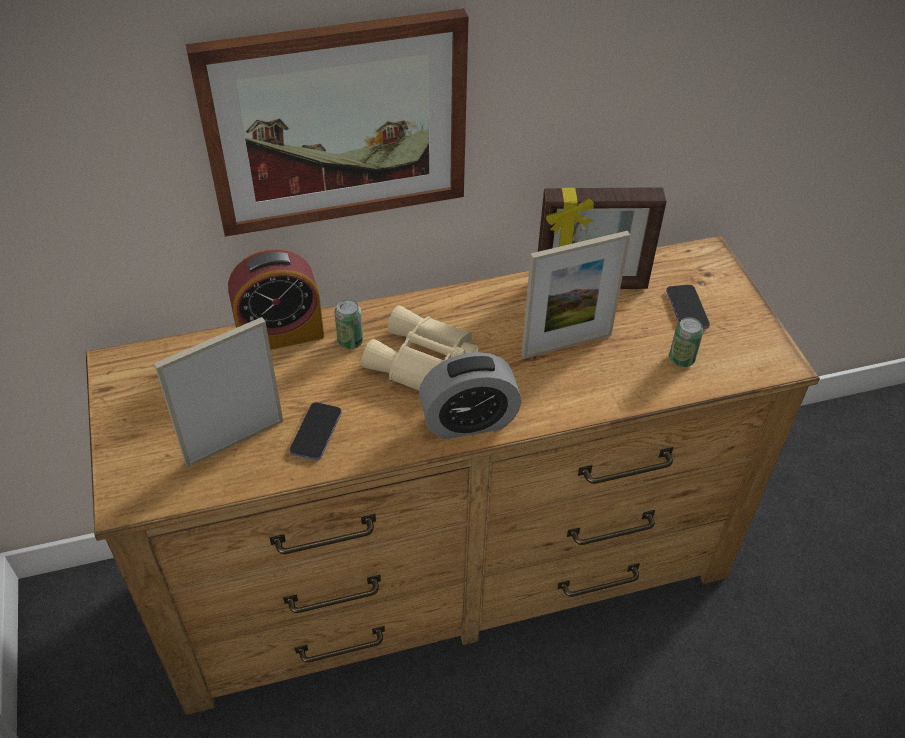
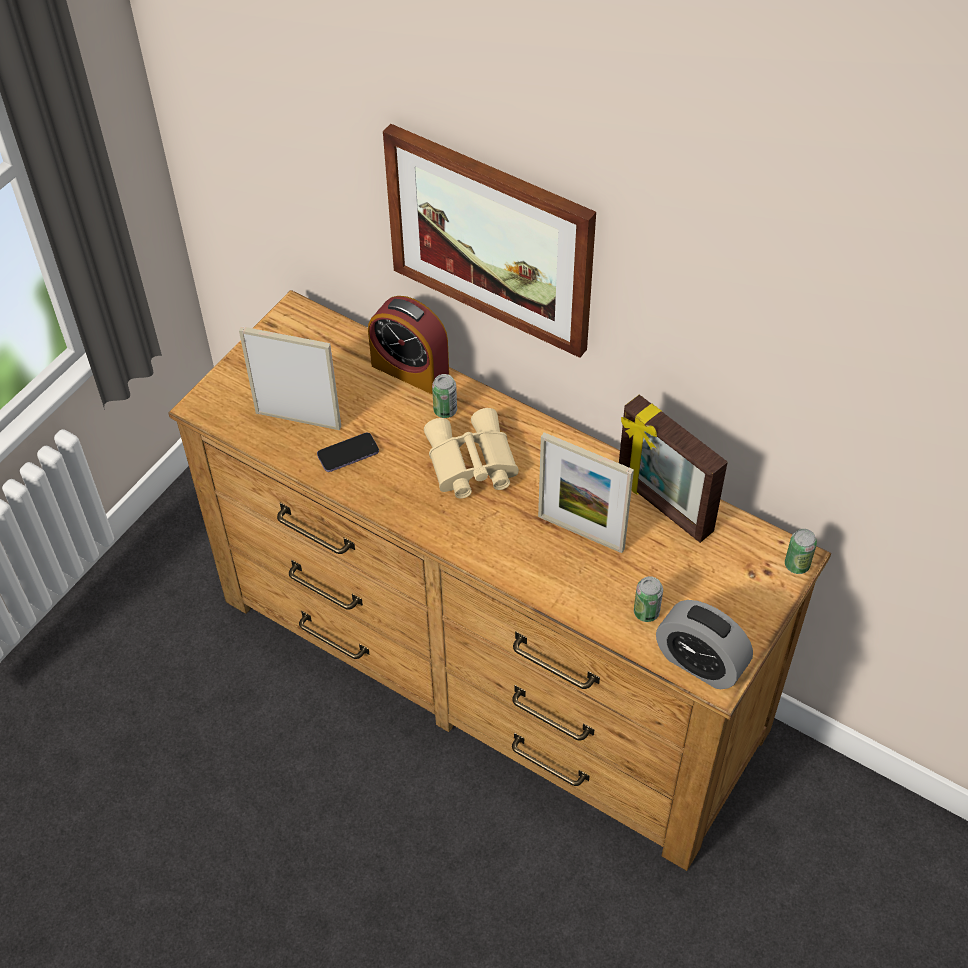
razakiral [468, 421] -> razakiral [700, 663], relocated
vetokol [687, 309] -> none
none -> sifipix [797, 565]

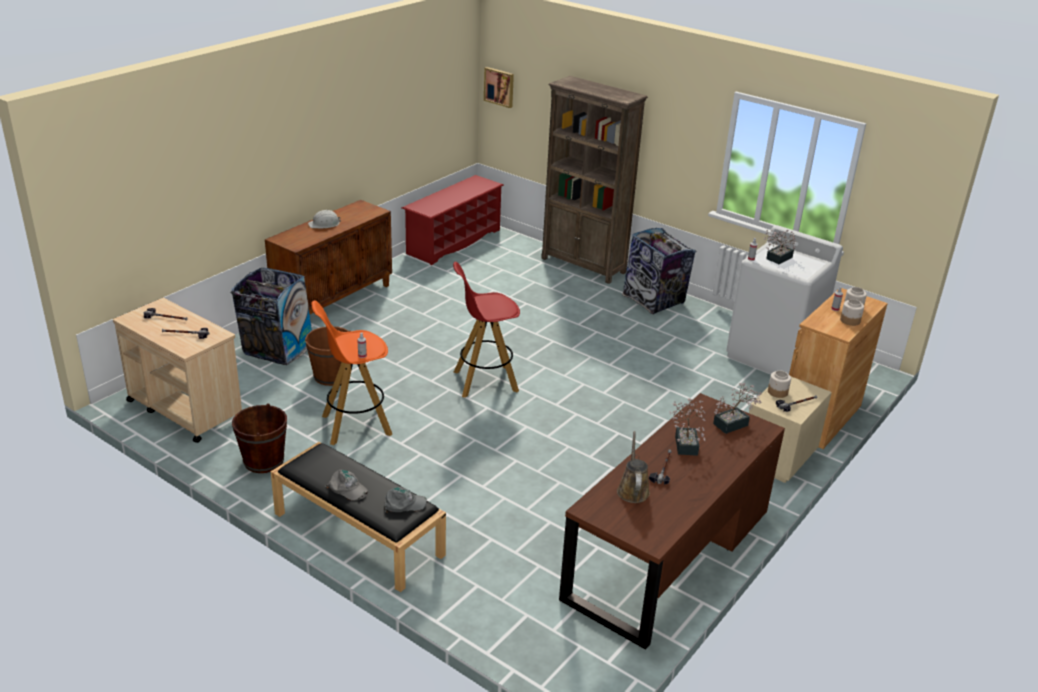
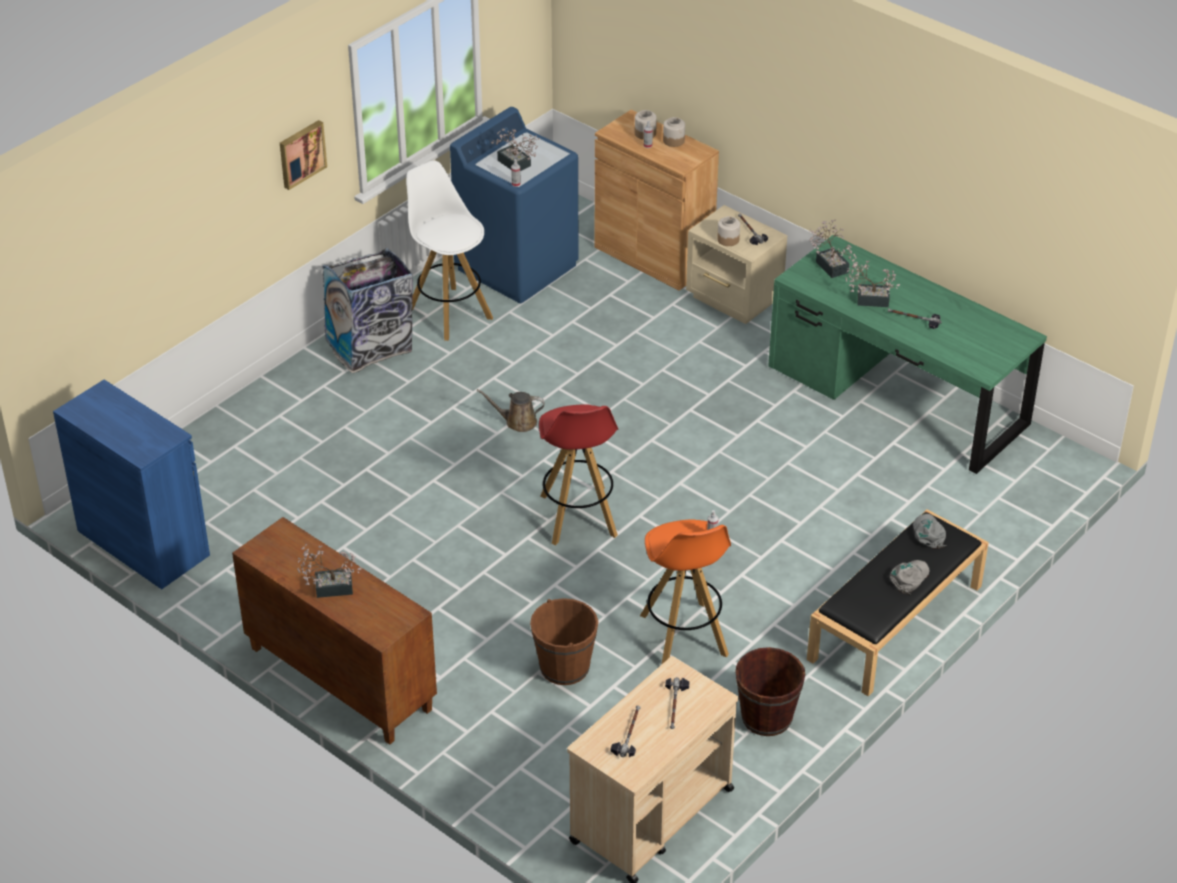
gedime [276, 349] -> none
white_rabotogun [324, 224] -> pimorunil [329, 587]
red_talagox [453, 242] -> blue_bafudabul [143, 543]
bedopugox [499, 87] -> bedopugox [301, 153], relocated
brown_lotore [583, 265] -> none
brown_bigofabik [668, 554] -> green_bigofabik [897, 396]
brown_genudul [632, 490] -> brown_genudul [517, 422], relocated
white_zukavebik [773, 354] -> blue_zukavebik [517, 266]
none -> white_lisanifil [449, 312]

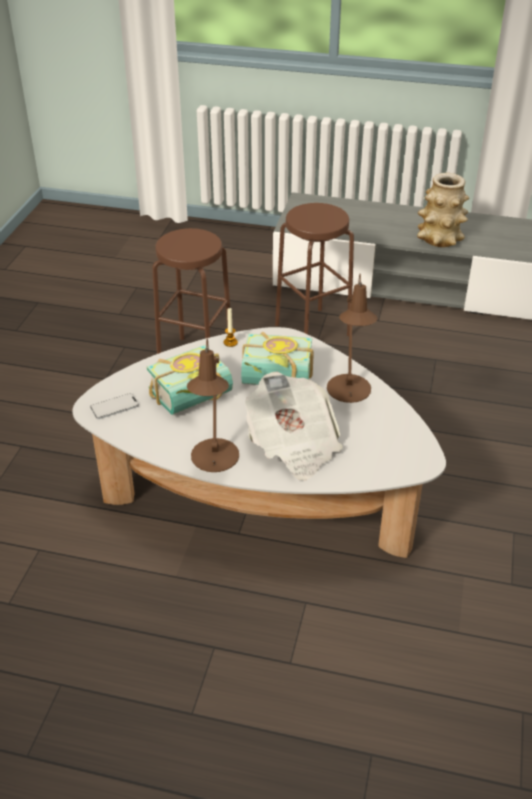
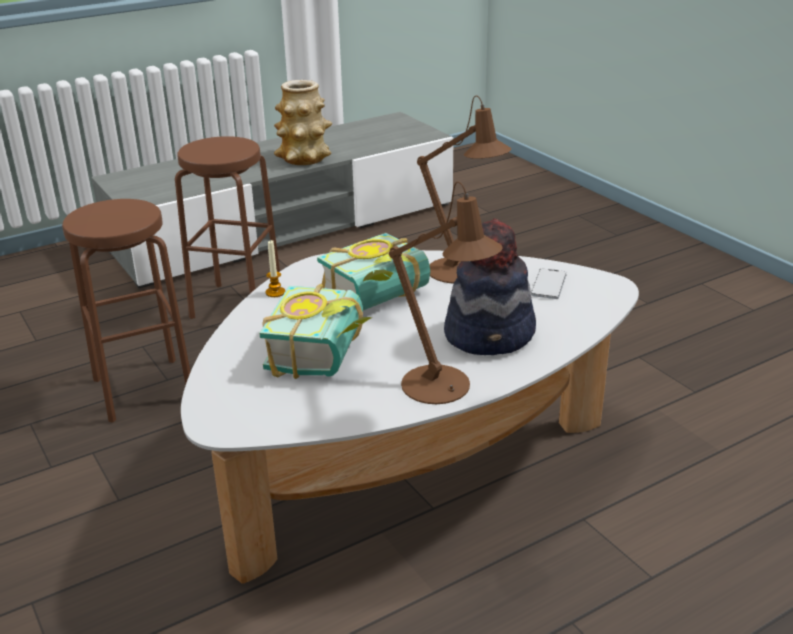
vetokol [114, 407] -> vetokol [548, 285], relocated
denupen [293, 445] -> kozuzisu [491, 334]

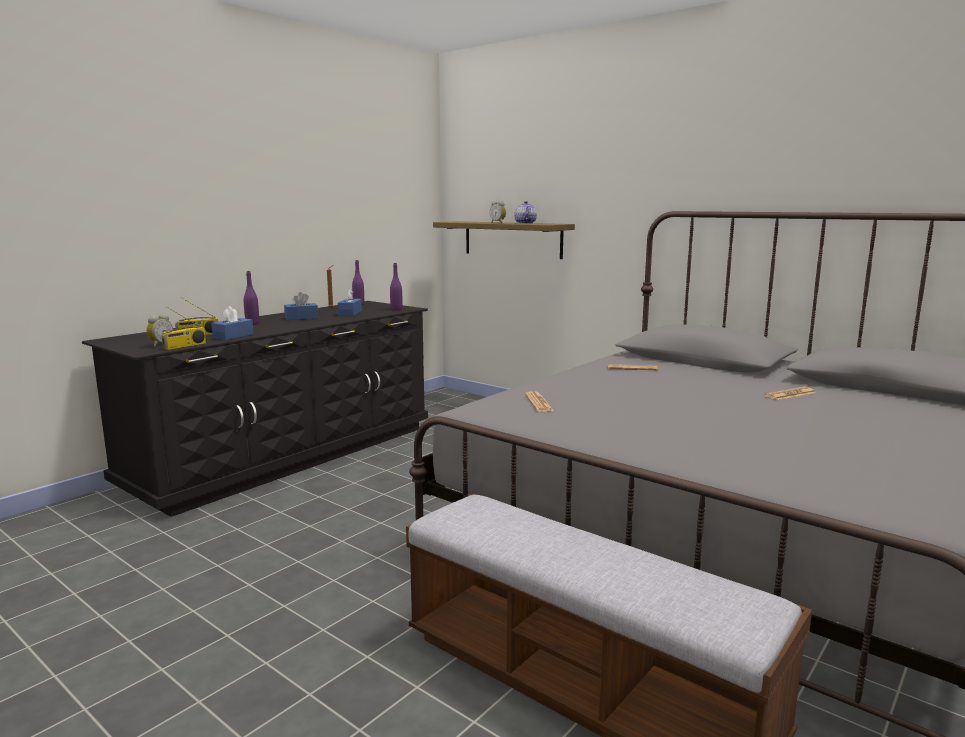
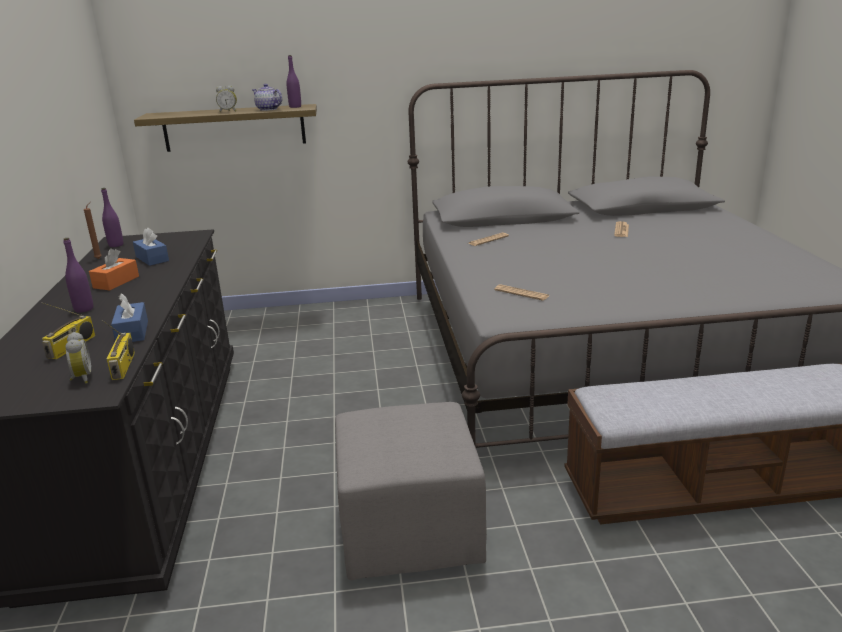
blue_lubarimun [301, 318] -> orange_lubarimun [116, 282]
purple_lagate [396, 309] -> purple_lagate [295, 107], relocated
none -> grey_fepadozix [408, 531]

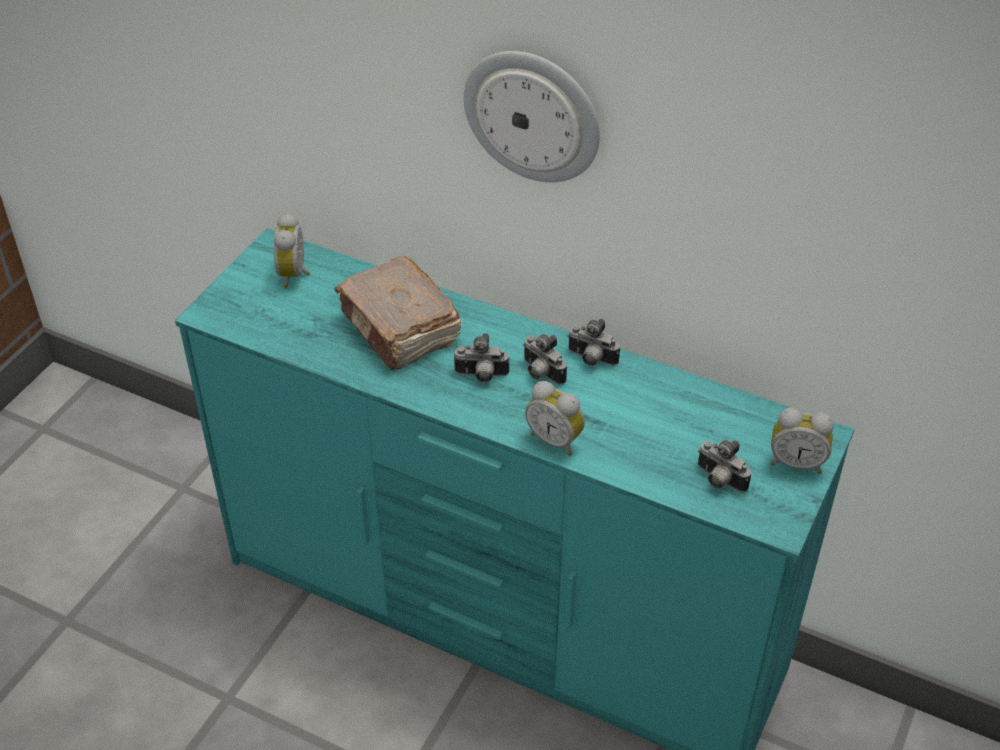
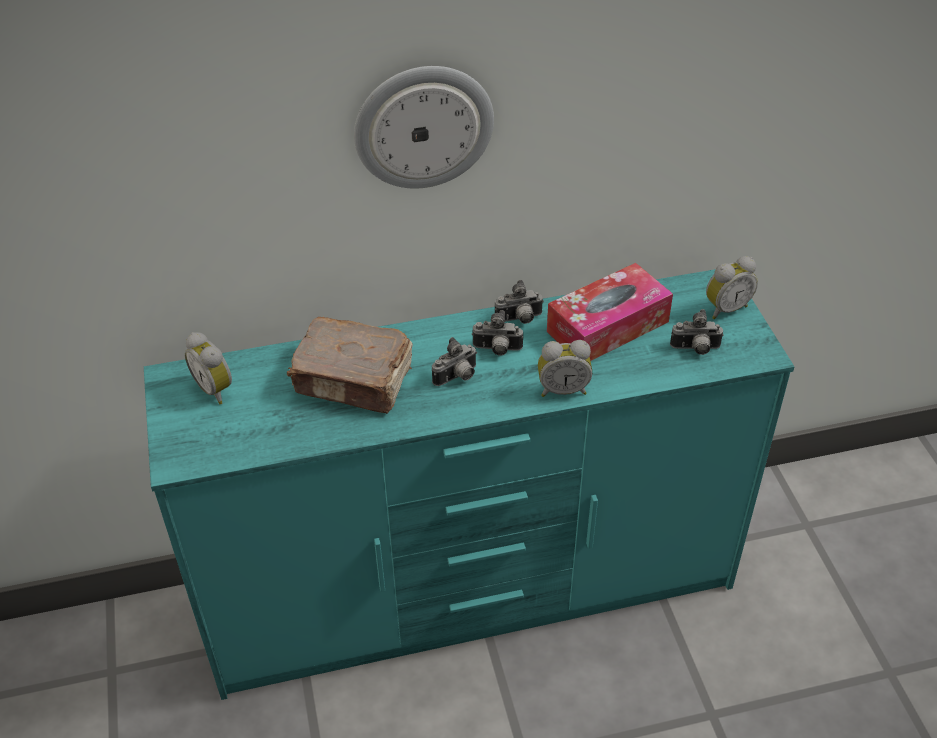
none -> lubarimun [607, 326]

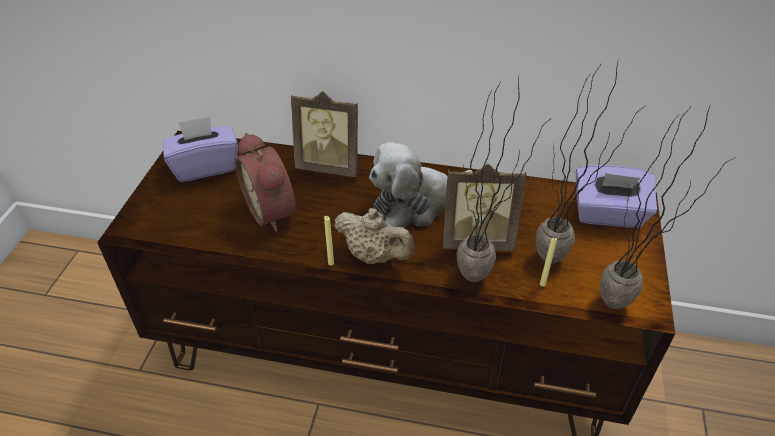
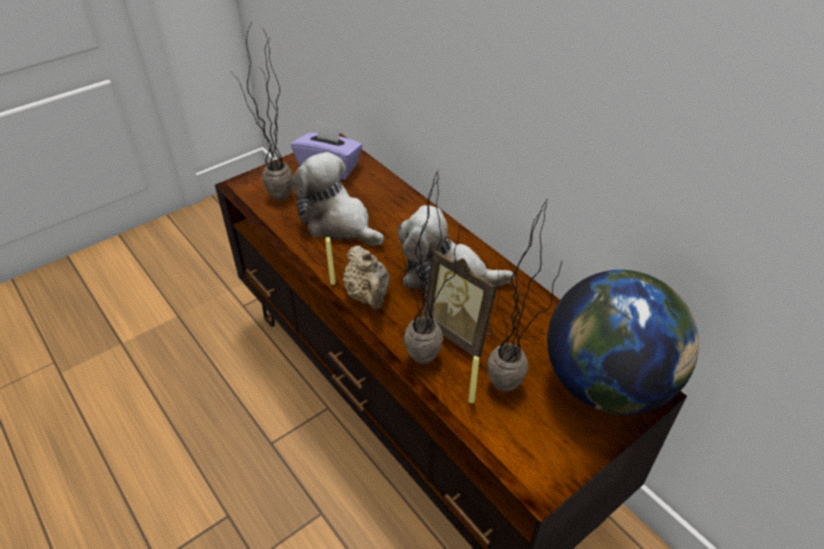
razakiral [274, 210] -> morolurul [338, 223]
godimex [330, 166] -> none
purple_lubarimun [608, 214] -> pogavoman [607, 384]
pimorunil [622, 311] -> pimorunil [278, 202], relocated

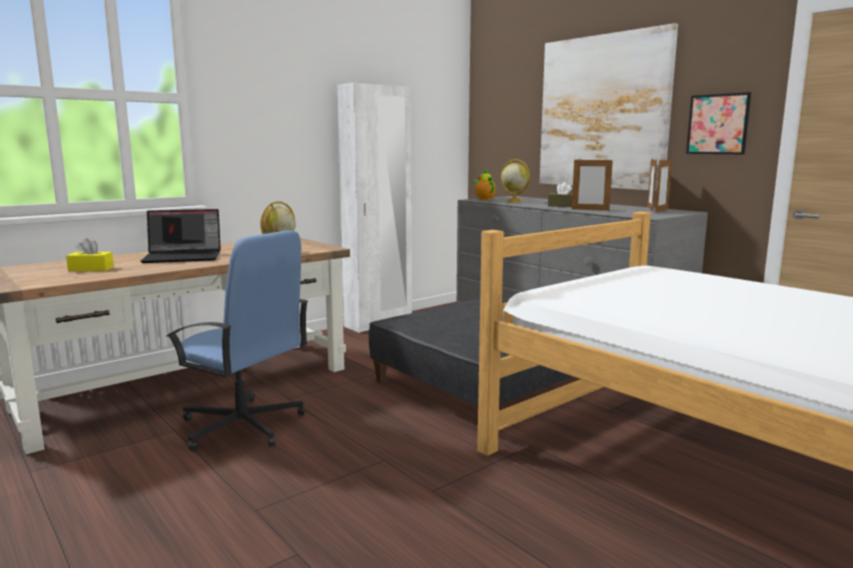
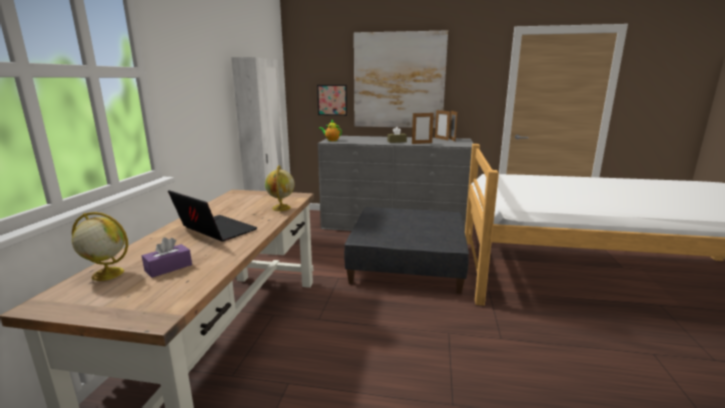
yellow_lubarimun [91, 269] -> purple_lubarimun [168, 268]
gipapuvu [184, 257] -> gipapuvu [214, 230], 90 degrees counterclockwise
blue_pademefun [243, 426] -> none
pogavoman [514, 201] -> pogavoman [107, 274], relocated
bedopugox [717, 124] -> bedopugox [332, 100], relocated

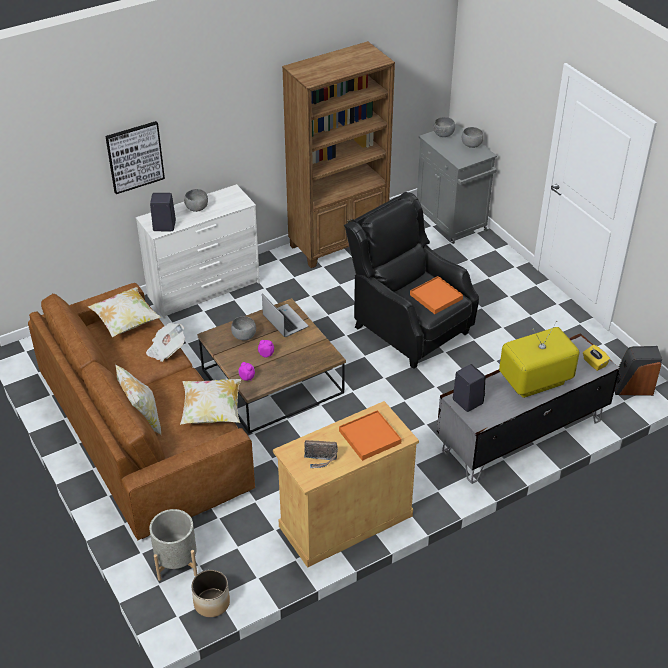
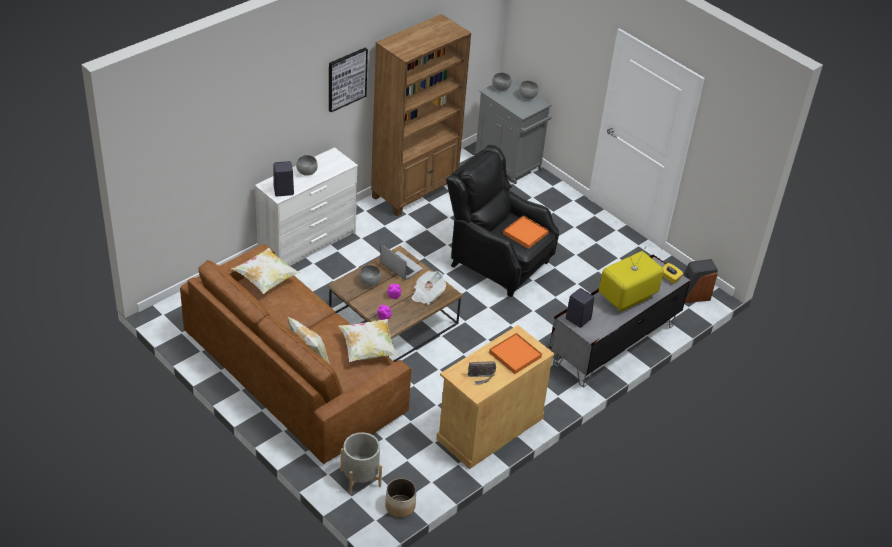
bedopugox [135, 157] -> bedopugox [346, 79], relocated
denupen [166, 350] -> denupen [427, 294], relocated

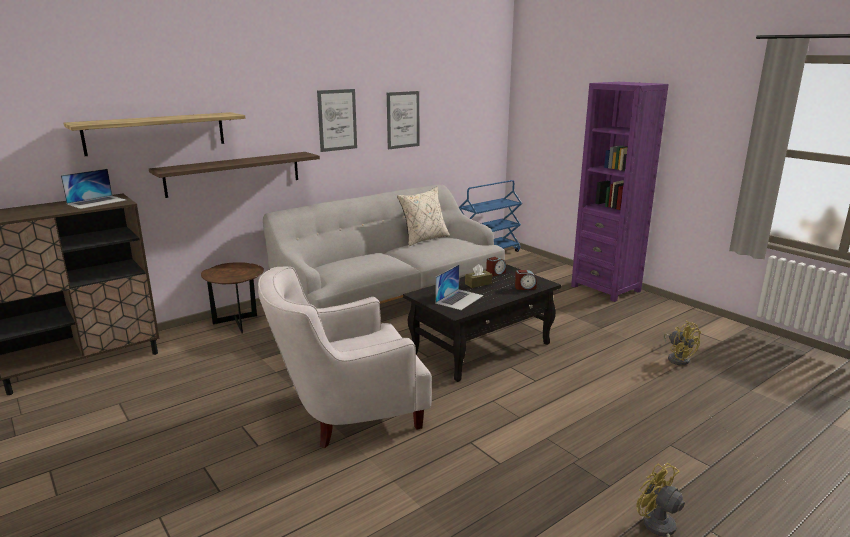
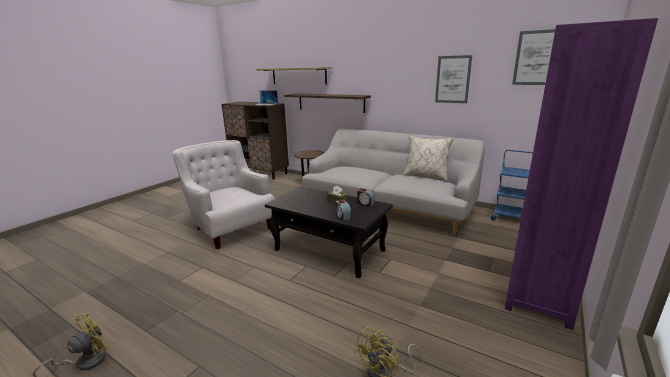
bedopugox [337, 120] -> bedopugox [536, 58], relocated
gipapuvu [459, 299] -> none

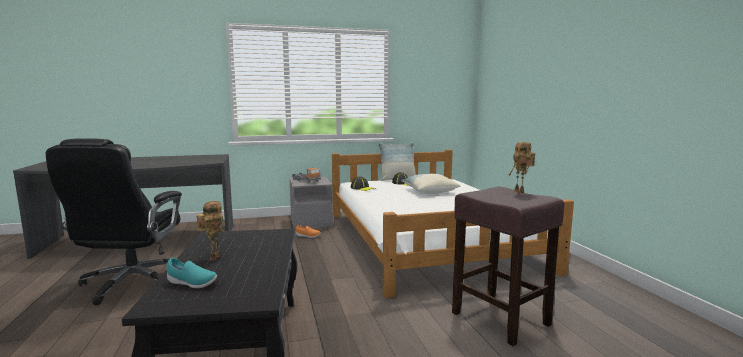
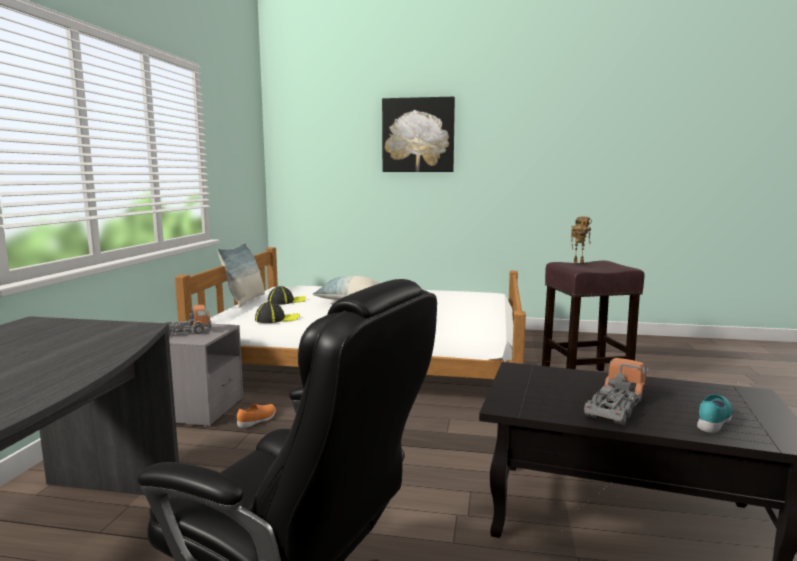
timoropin [214, 257] -> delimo [615, 408]
none -> bedopugox [418, 135]

